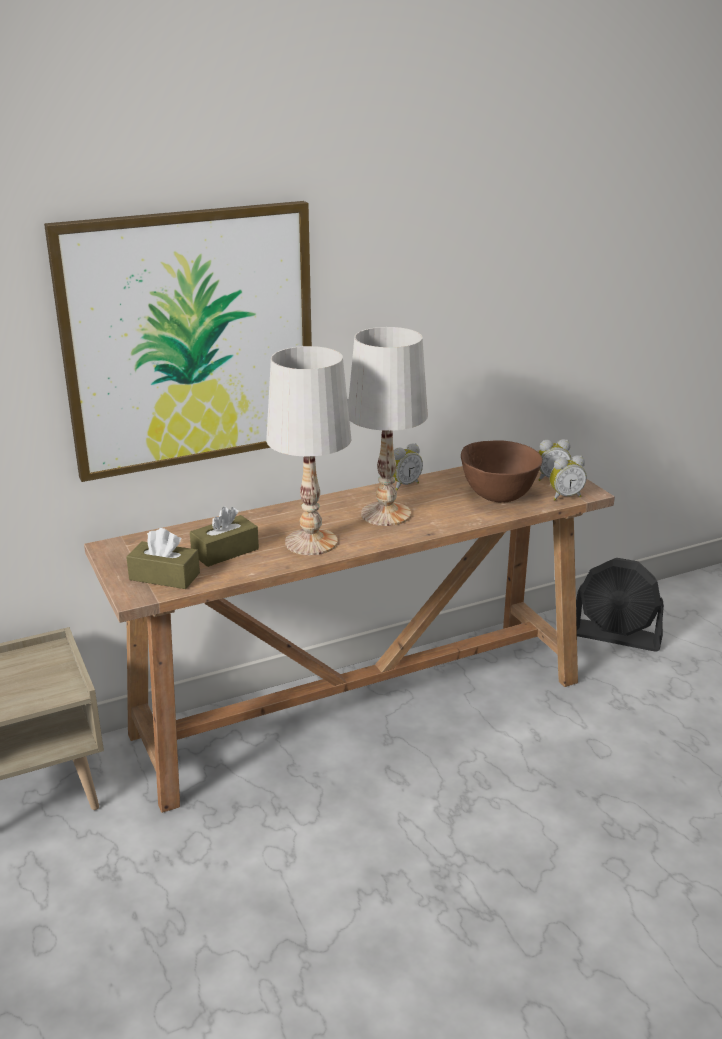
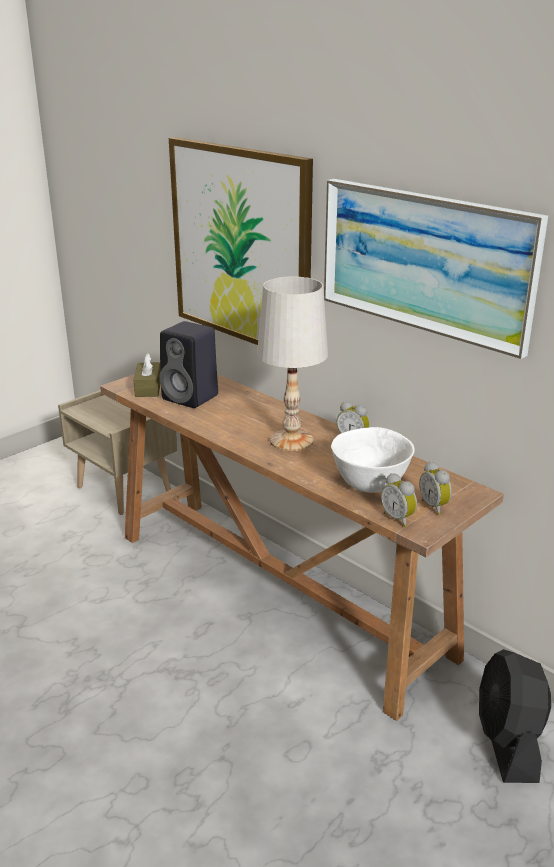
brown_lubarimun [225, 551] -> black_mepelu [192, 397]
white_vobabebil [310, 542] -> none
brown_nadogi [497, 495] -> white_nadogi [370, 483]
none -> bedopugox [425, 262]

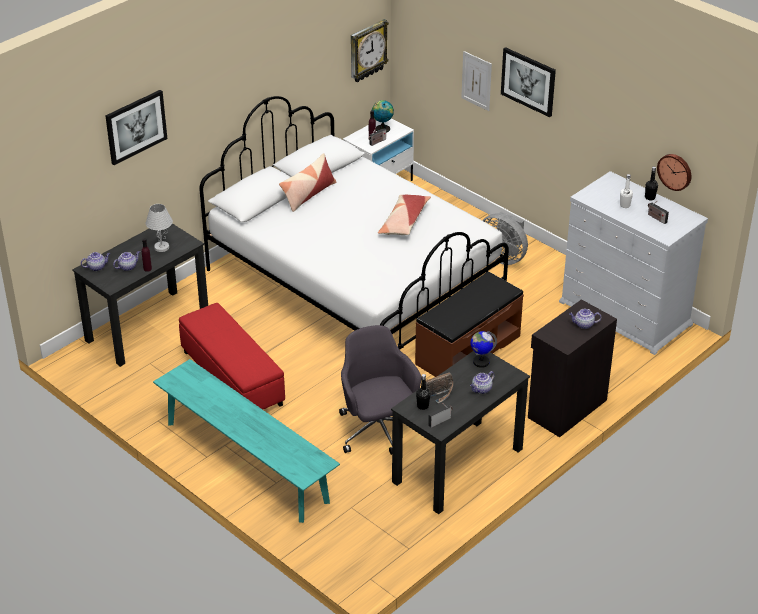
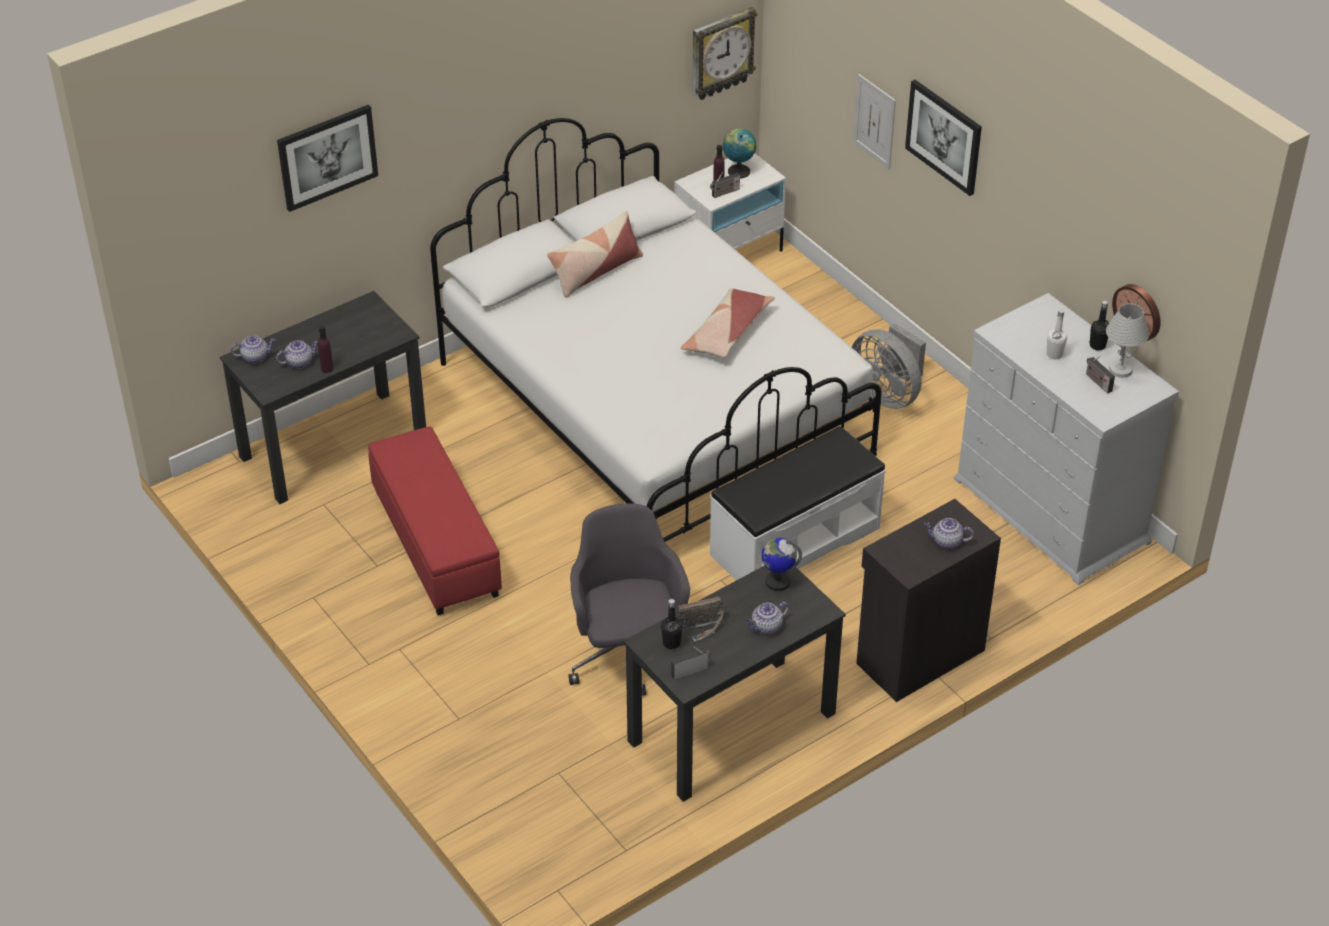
white_vobabebil [161, 247] -> white_vobabebil [1120, 370], relocated
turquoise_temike [246, 462] -> none
brown_temike [467, 349] -> white_temike [794, 540]

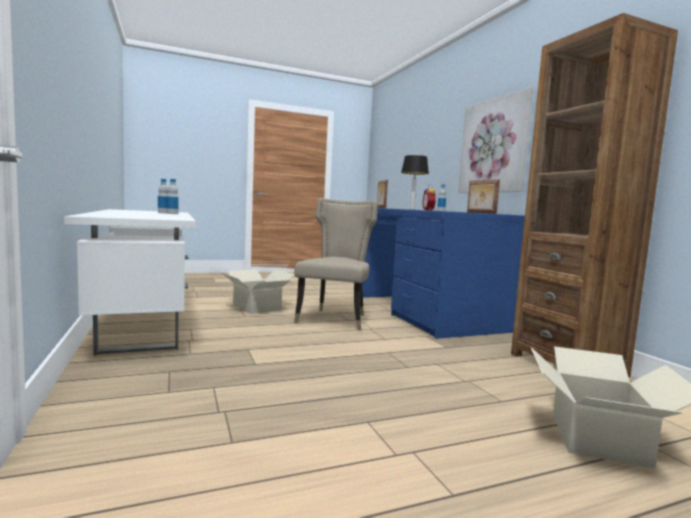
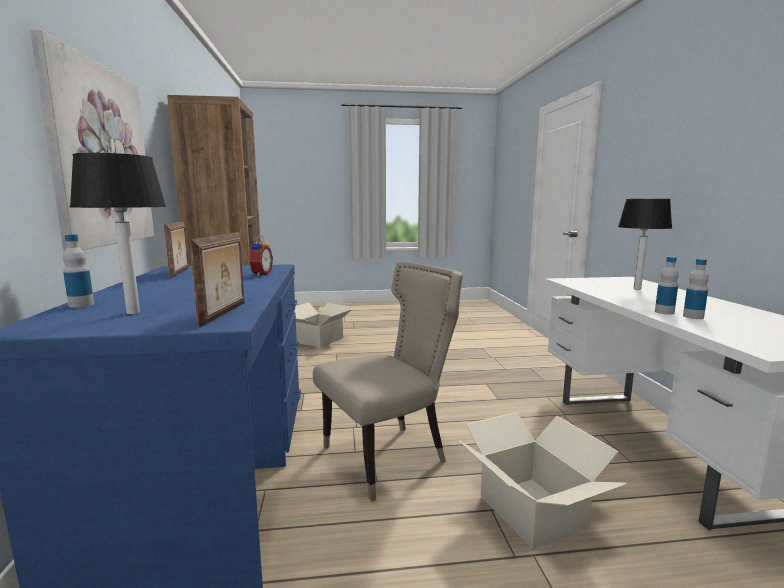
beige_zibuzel [335, 318] -> beige_zibuzel [390, 456], 150 degrees counterclockwise
none -> vobabebil [637, 289]

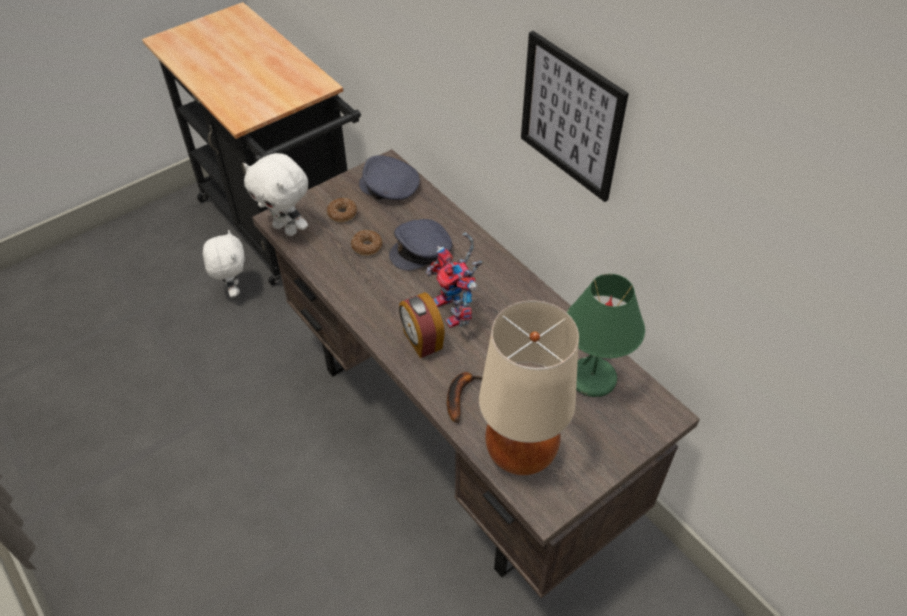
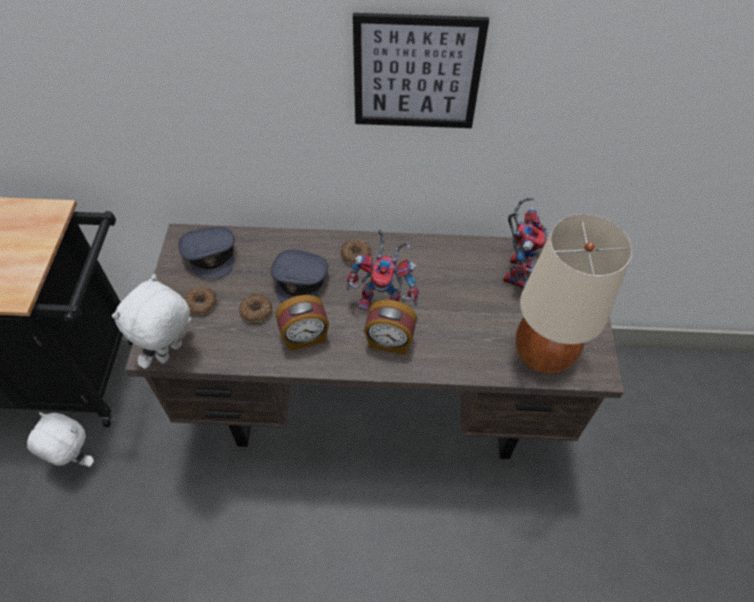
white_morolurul [286, 229] -> white_morolurul [171, 353], 135 degrees clockwise
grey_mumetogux [389, 188] -> grey_mumetogux [210, 254], 90 degrees counterclockwise
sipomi [460, 395] -> none
green_vobabebil [593, 377] -> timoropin [516, 268]
none -> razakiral [305, 337]
none -> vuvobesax [356, 255]

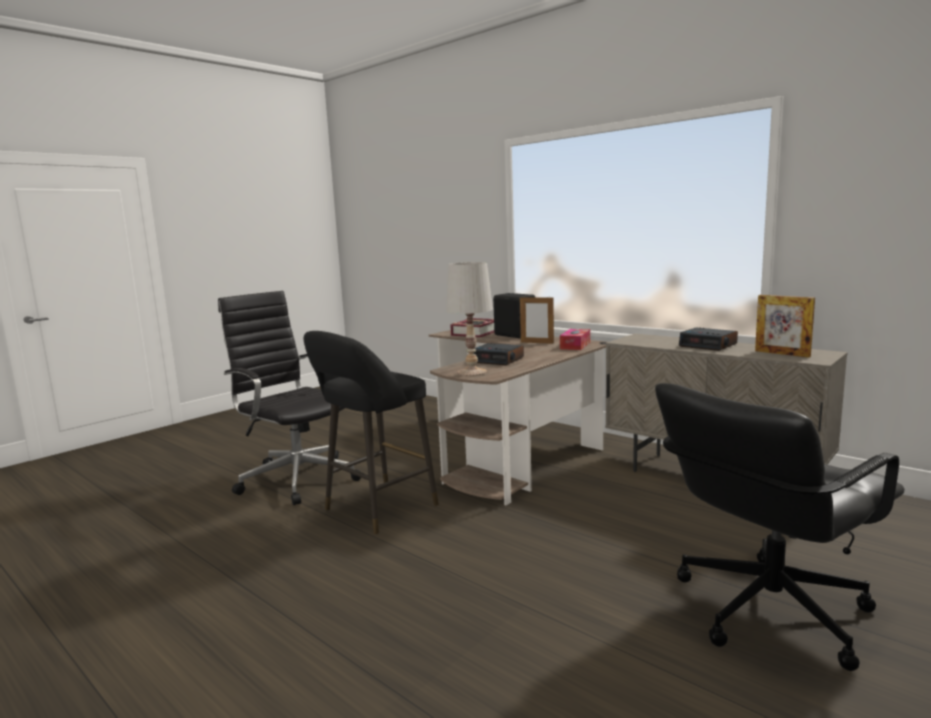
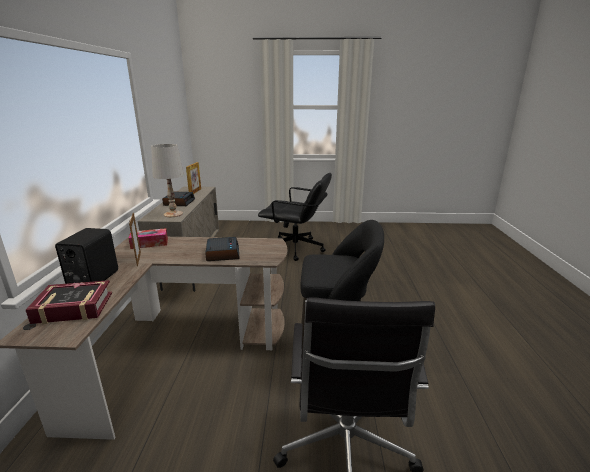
white_vobabebil [471, 372] -> white_vobabebil [173, 214], relocated

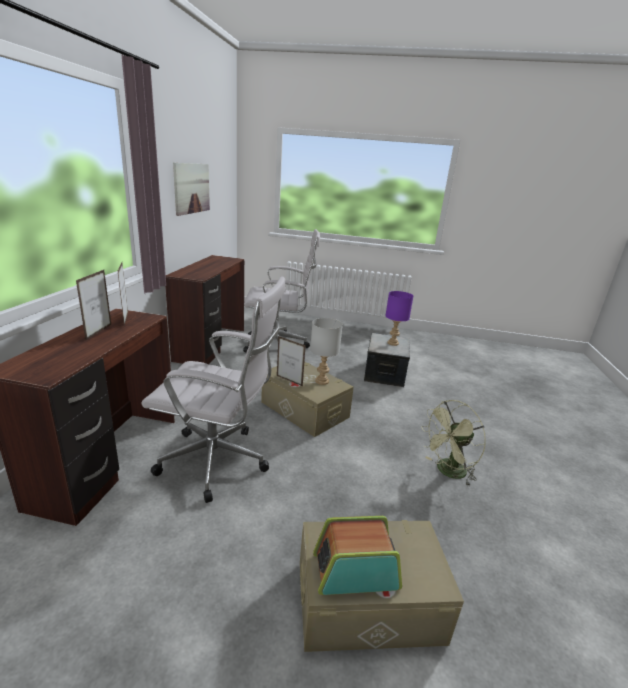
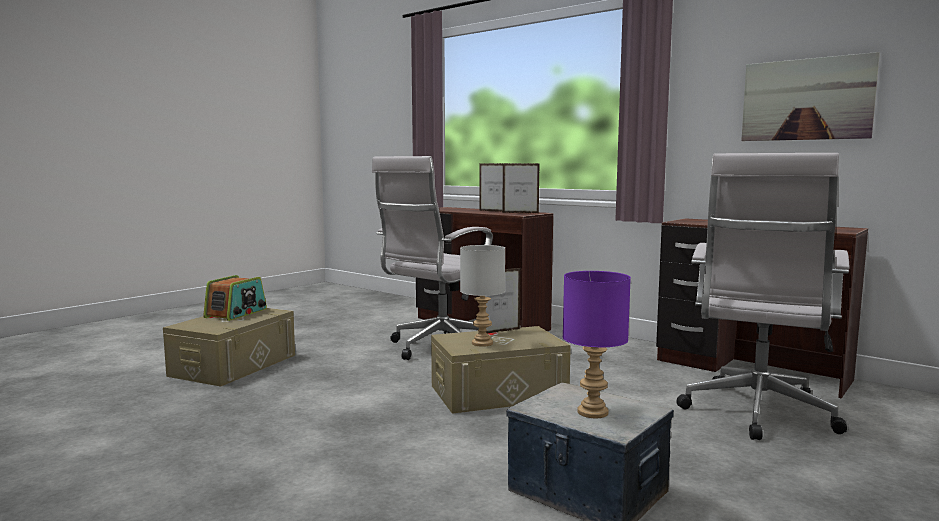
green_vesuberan [447, 472] -> none

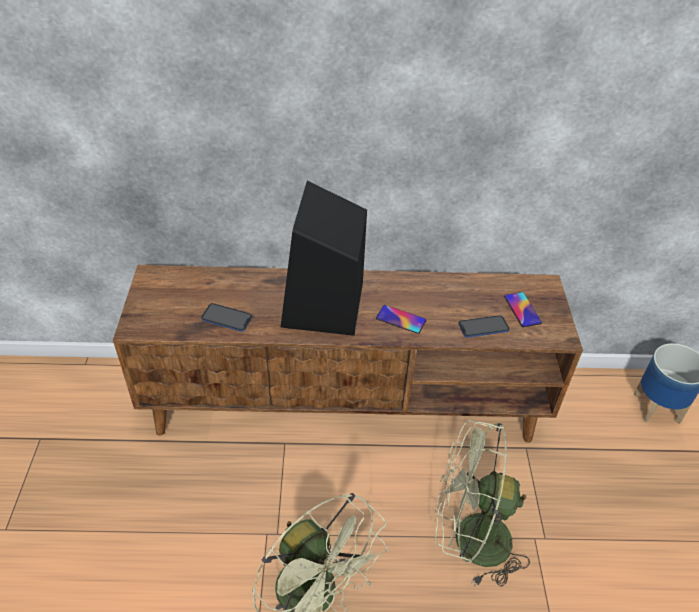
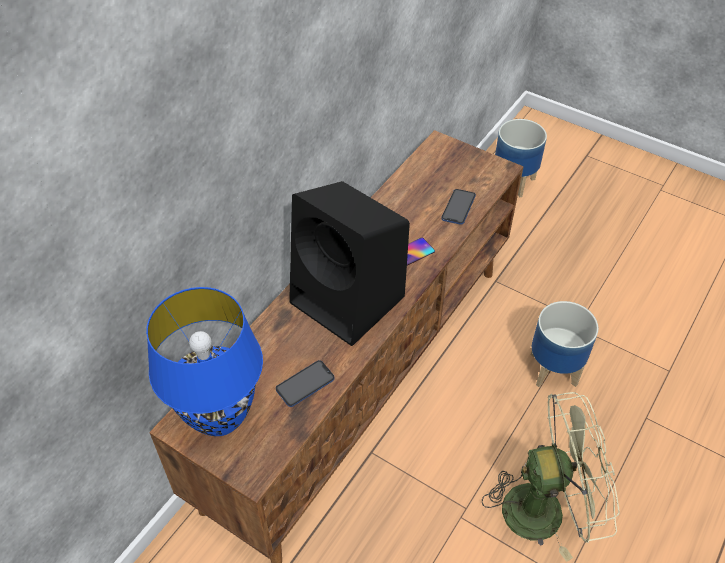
green_vesuberan [469, 540] -> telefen [554, 369]
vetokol [522, 309] -> none
none -> blue_vobabebil [221, 418]

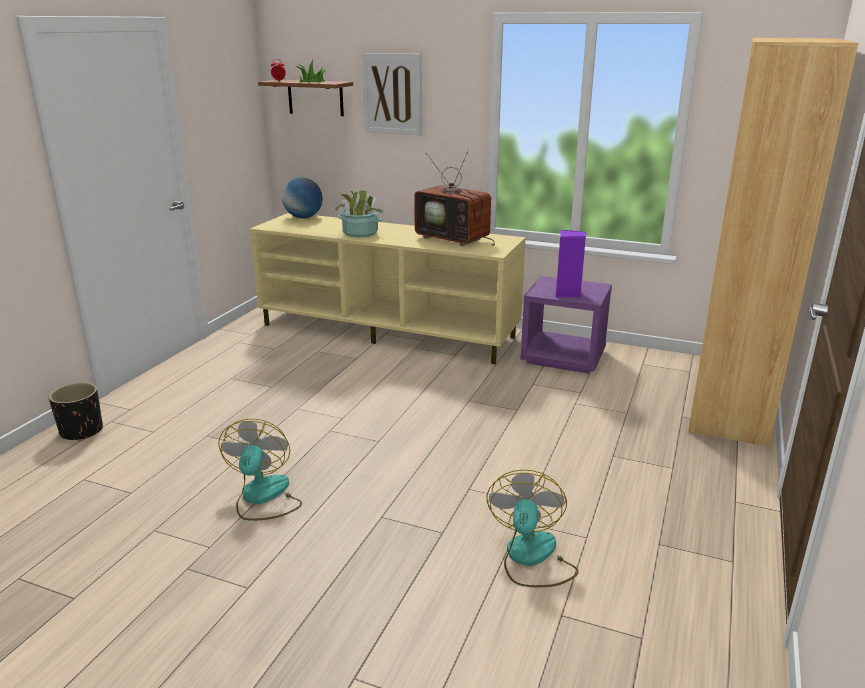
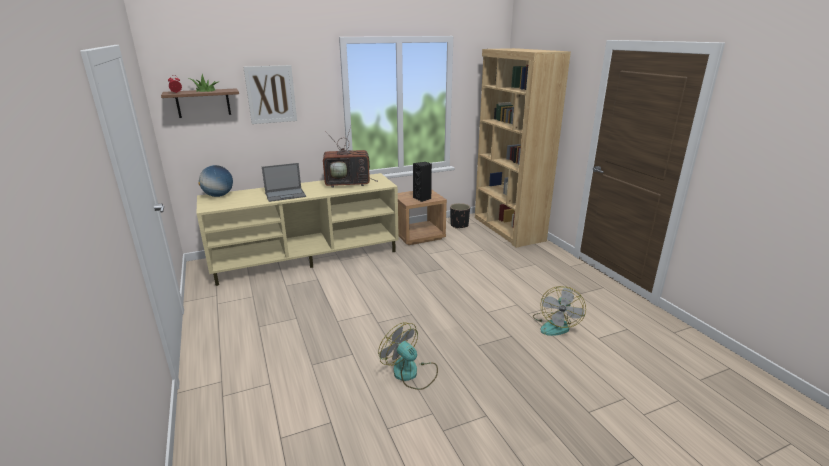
black_telefen [81, 431] -> black_telefen [459, 225], relocated
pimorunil [360, 233] -> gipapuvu [286, 195]
vesuberan [531, 558] -> vesuberan [555, 325], 120 degrees counterclockwise
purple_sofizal [564, 357] -> brown_sofizal [419, 236]
purple_mepelu [567, 293] -> black_mepelu [422, 198]

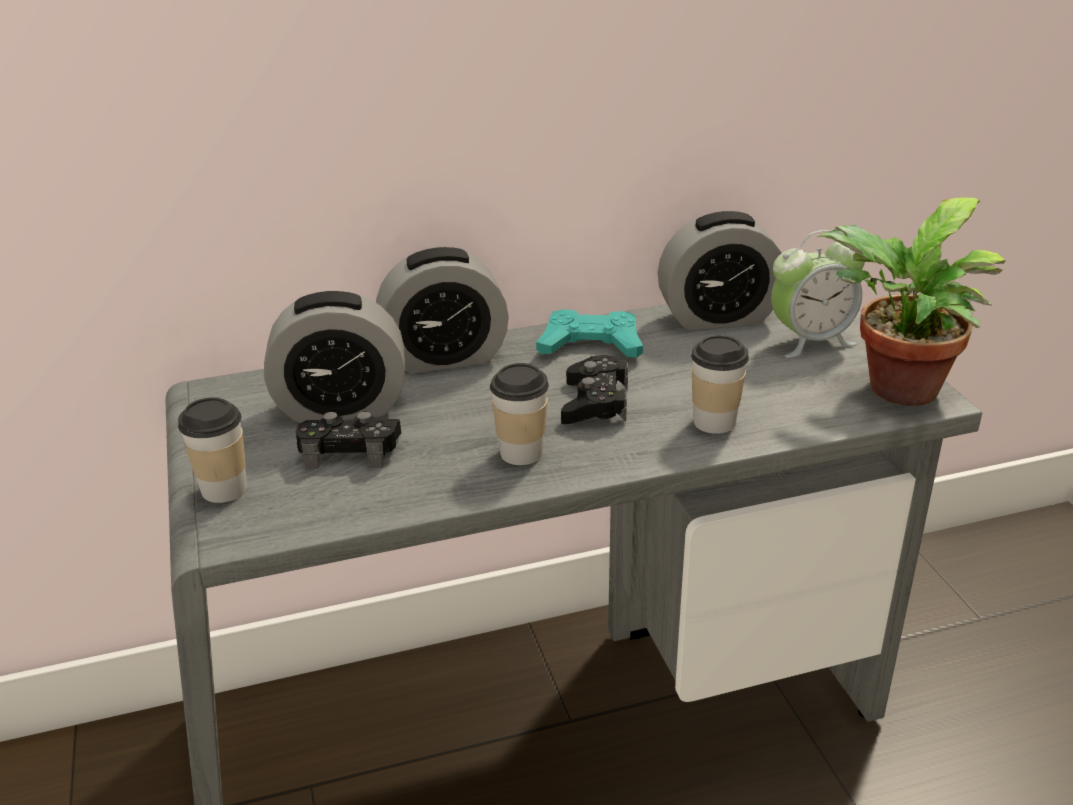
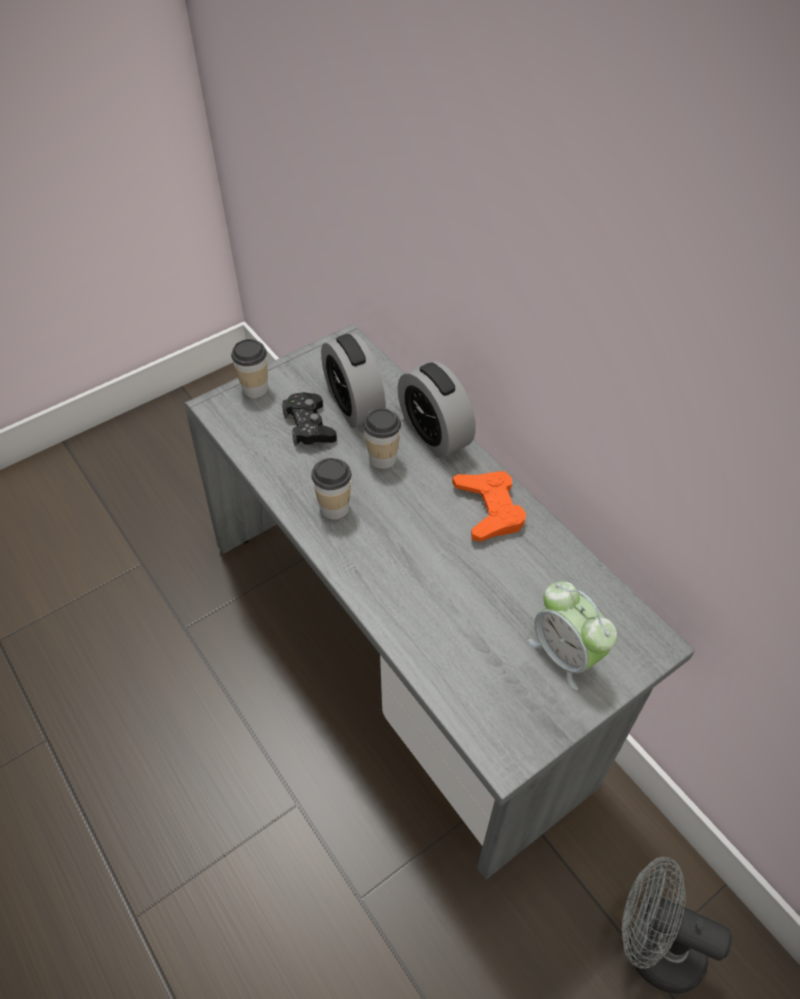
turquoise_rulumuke [591, 345] -> orange_rulumuke [489, 509]
black_rulumuke [595, 402] -> none
razakiral [718, 317] -> none
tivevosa [714, 422] -> tivevosa [382, 458], relocated
pimorunil [896, 391] -> none
none -> grey_vesuberan [652, 944]

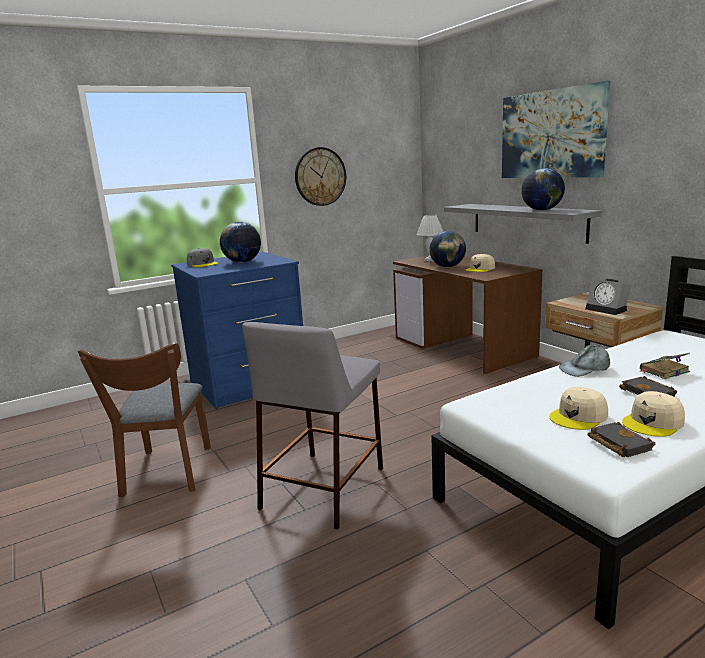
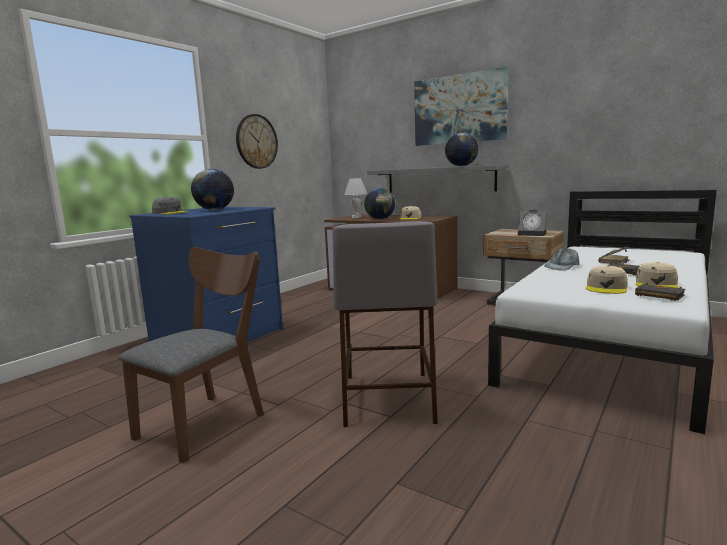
brown_zibuzel [166, 475] -> brown_zibuzel [208, 421], 120 degrees counterclockwise

